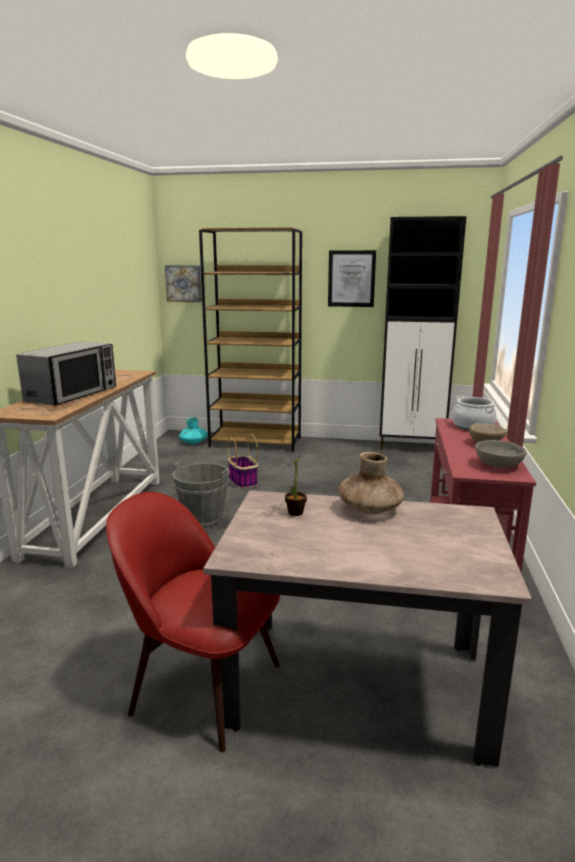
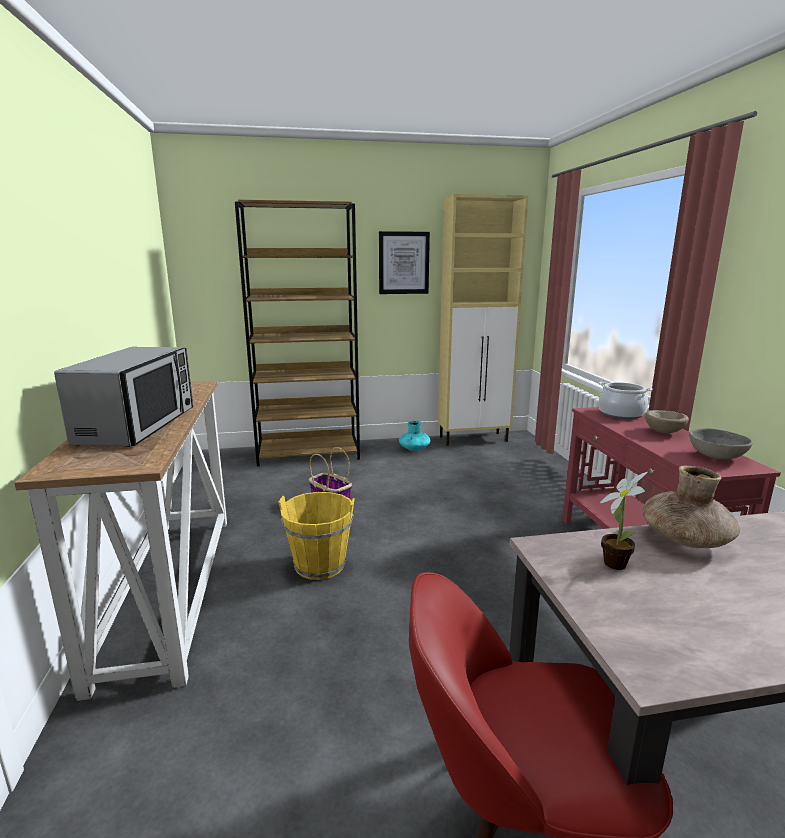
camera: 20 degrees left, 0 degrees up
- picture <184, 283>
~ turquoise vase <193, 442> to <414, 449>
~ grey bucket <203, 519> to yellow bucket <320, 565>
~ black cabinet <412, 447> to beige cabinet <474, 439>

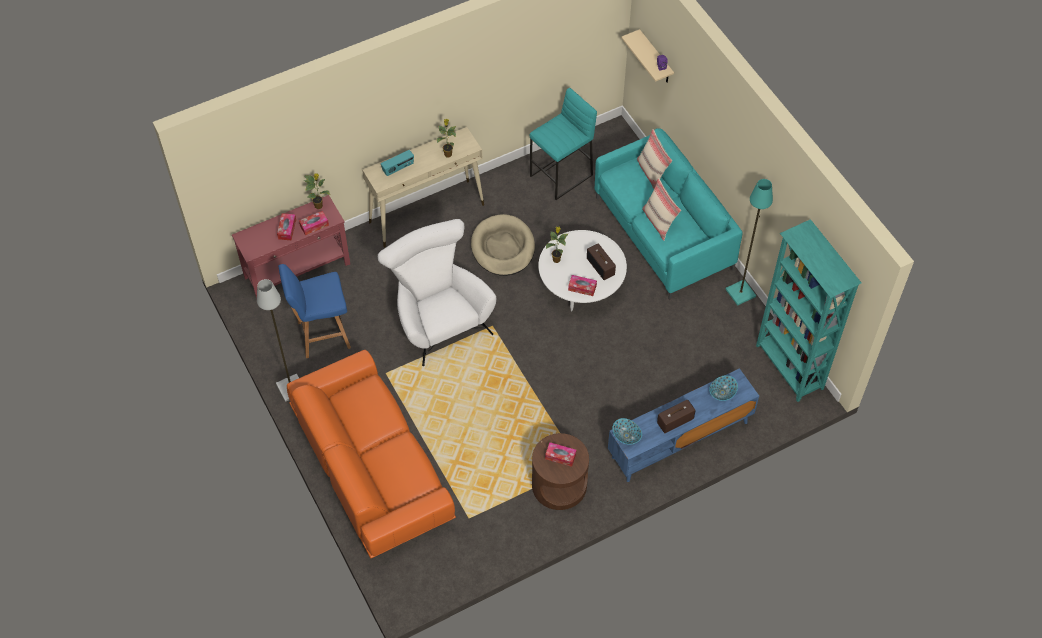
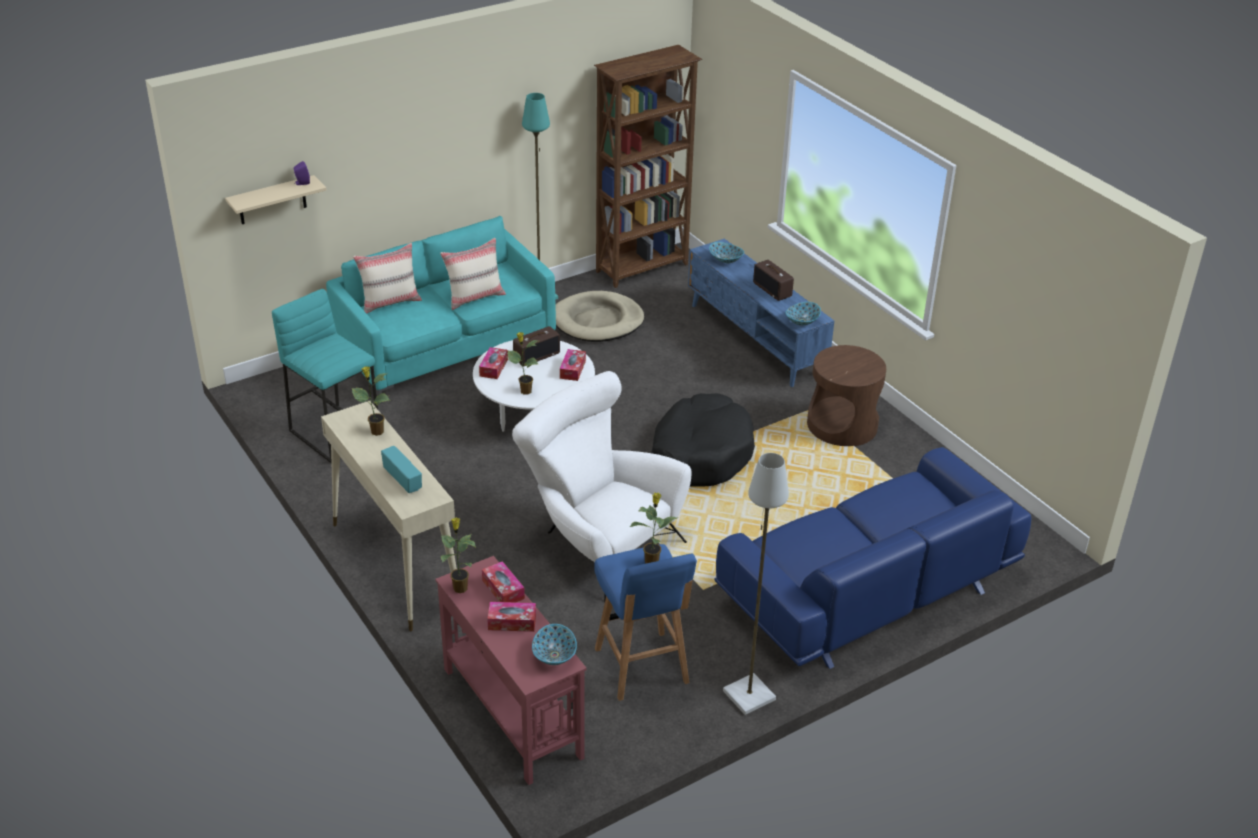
camera: 95 degrees left, 20 degrees down
+ bowl <554, 655>
+ potted plant <652, 561>
+ black dog bed <700, 454>
~ beige dog bed <503, 247> to <598, 321>
~ tissue box <560, 456> to <493, 368>
~ orange sofa <372, 468> to blue sofa <866, 592>
~ turquoise bookcase <789, 368> to brown bookcase <643, 268>
~ white armchair <438, 319> = <598, 541> 75 degrees clockwise

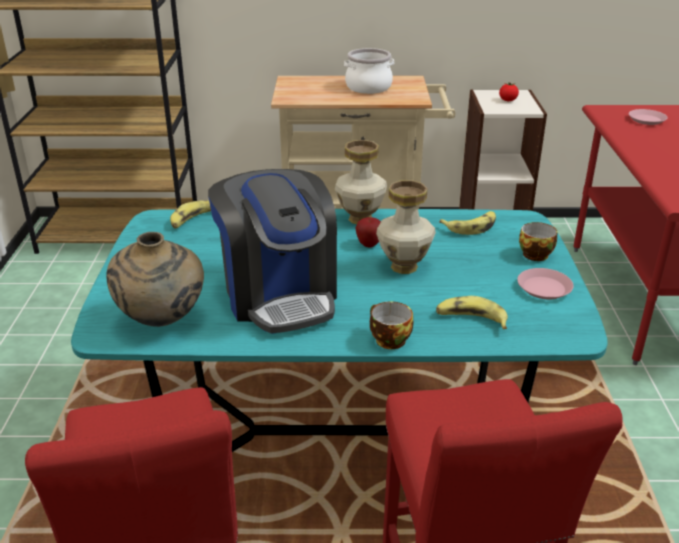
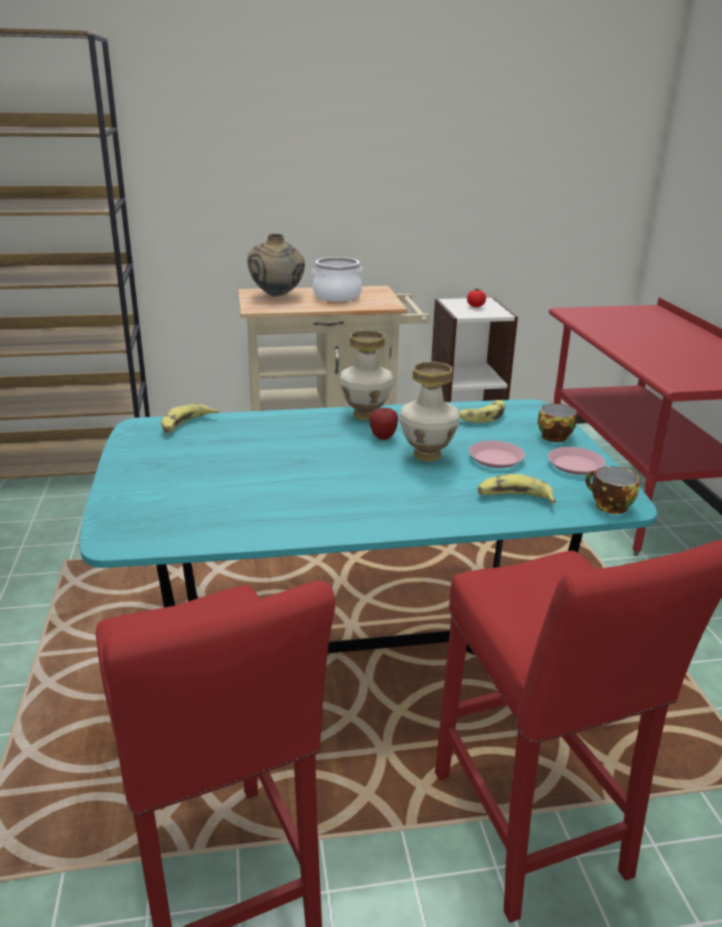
camera: 10 degrees left, 5 degrees down
- coffee machine <279, 295>
~ beige vase <162, 321> to <277, 296>
~ cup <388, 340> to <608, 506>
~ pink plate <647, 120> to <496, 459>

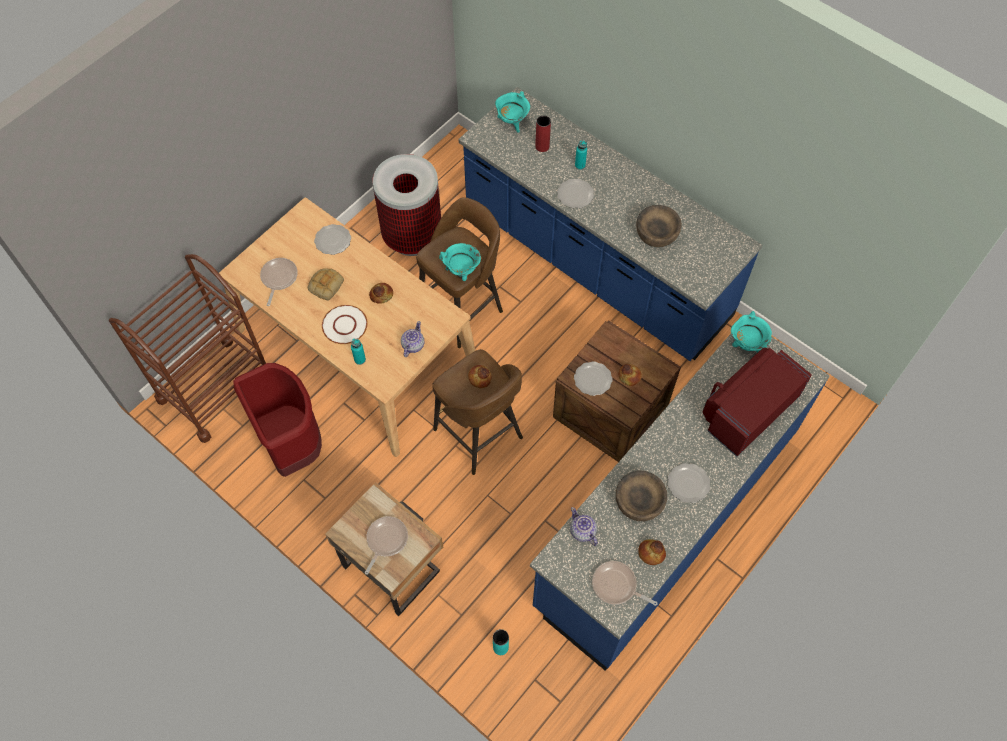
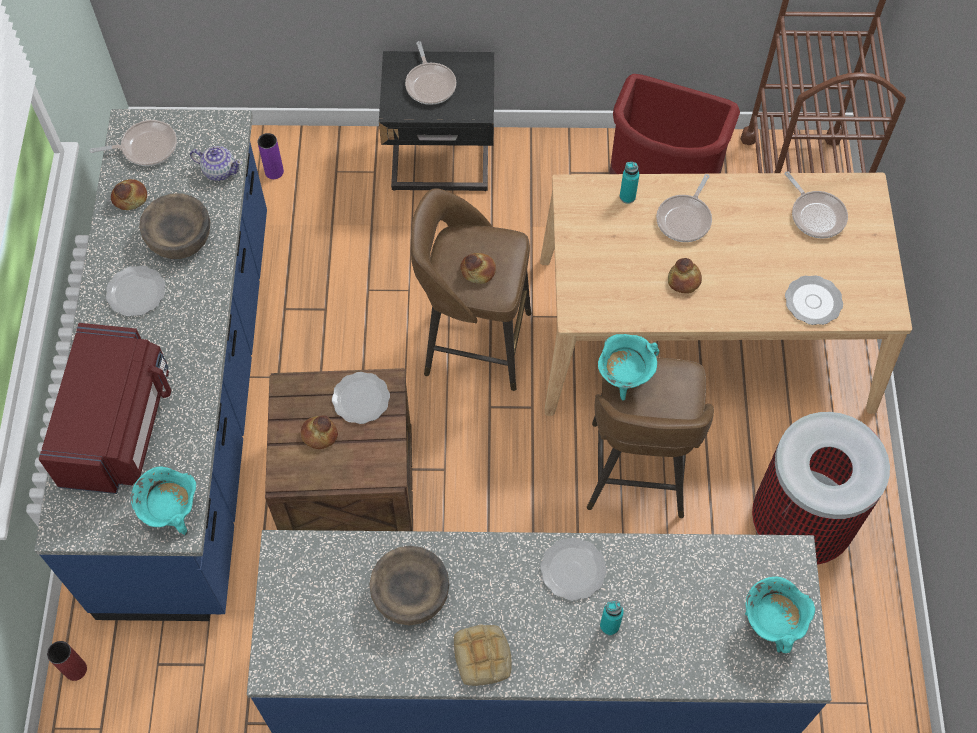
camera: 140 degrees right, 0 degrees up
- teapot <412, 345>
~ bread <325, 285> to <483, 657>
~ red vase <542, 146> to <75, 669>
~ white plate <344, 325> to frying pan <685, 219>
~ beige nightstand <393, 566> to black nightstand <441, 164>
~ turquoise vase <500, 647> to purple vase <274, 172>

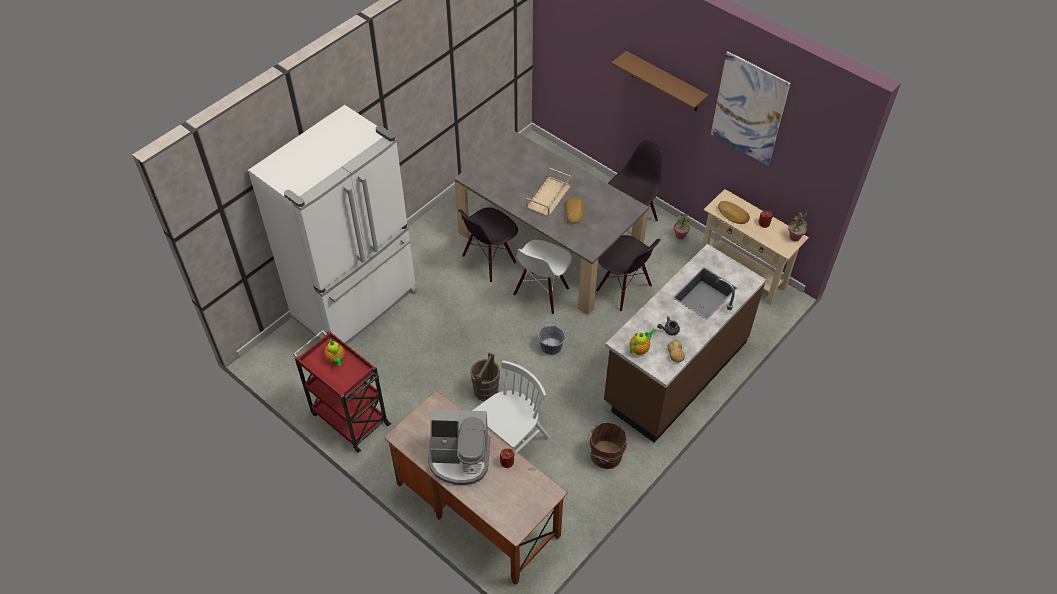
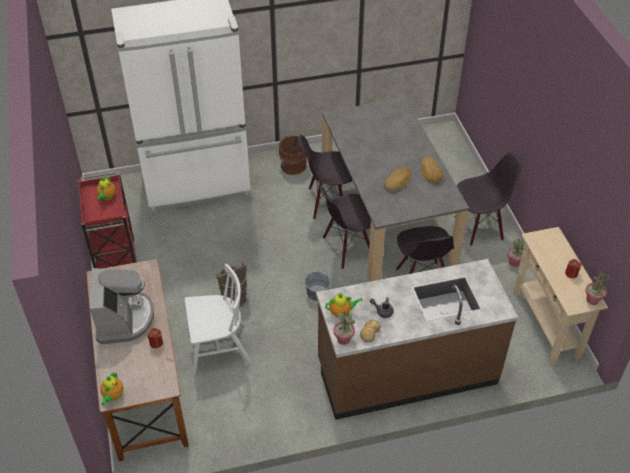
camera: 35 degrees right, 5 degrees down
- beige tray <549, 197>
- brown shelf <665, 82>
- picture <749, 109>
+ teapot <113, 396>
+ potted plant <343, 339>
~ brown bucket <605, 456> to <292, 166>
~ bread <732, 215> to <430, 172>
~ white chair <541, 293> to black chair <347, 248>
~ coffee machine <460, 458> = <124, 319> 135 degrees counterclockwise

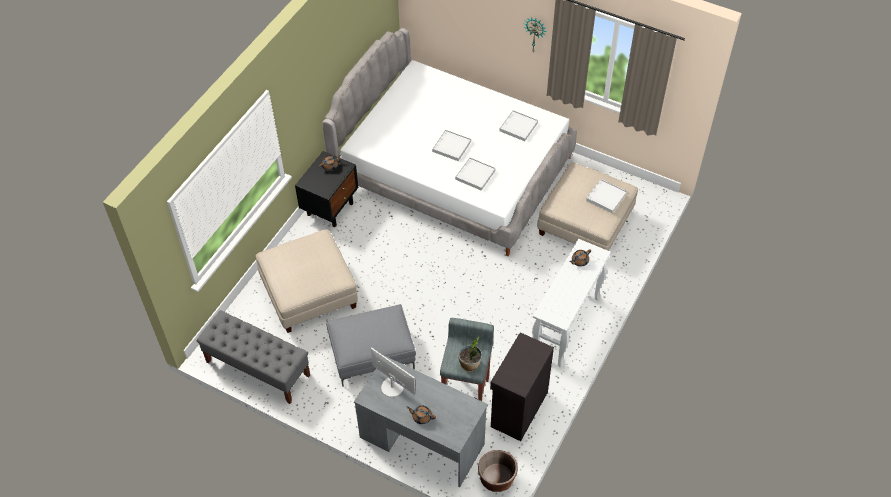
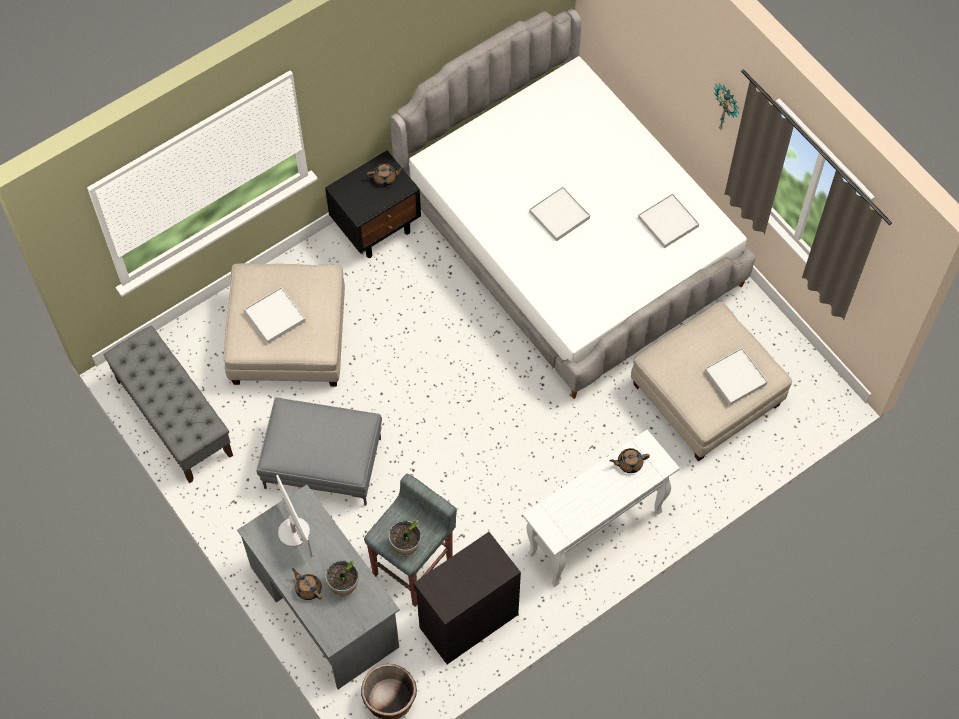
camera: 25 degrees right, 10 degrees up
+ potted plant <344, 585>
~ white tray <475, 175> to <275, 317>

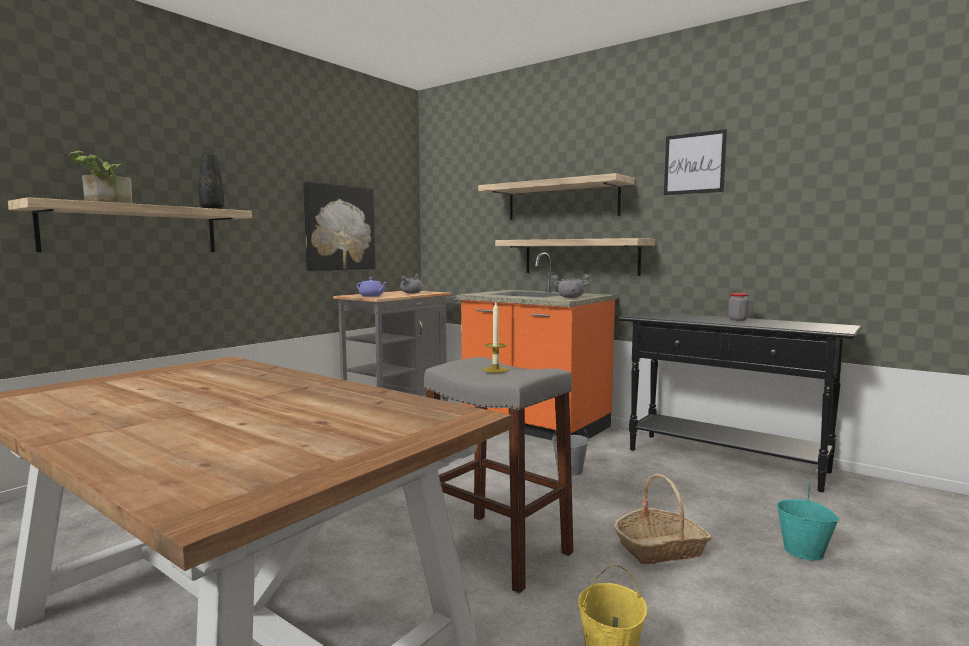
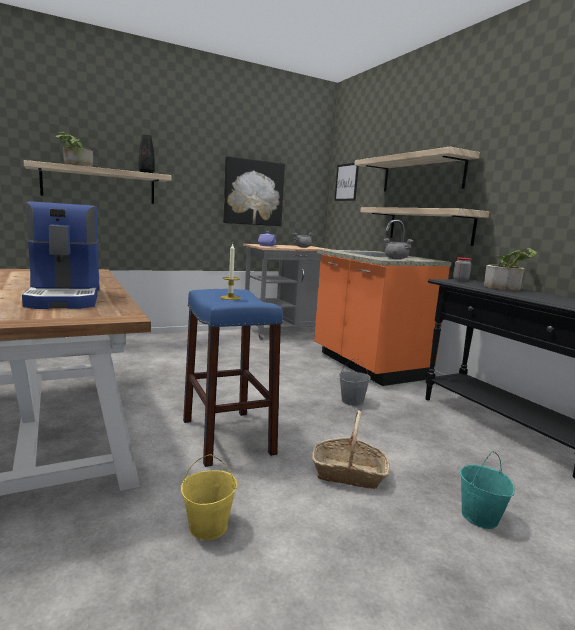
camera: 25 degrees right, 5 degrees up
+ coffee machine <66, 298>
+ potted plant <506, 287>
~ picture <694, 163> to <346, 182>
~ jar <737, 319> to <460, 280>
~ grey stool <496, 550> to blue stool <227, 436>

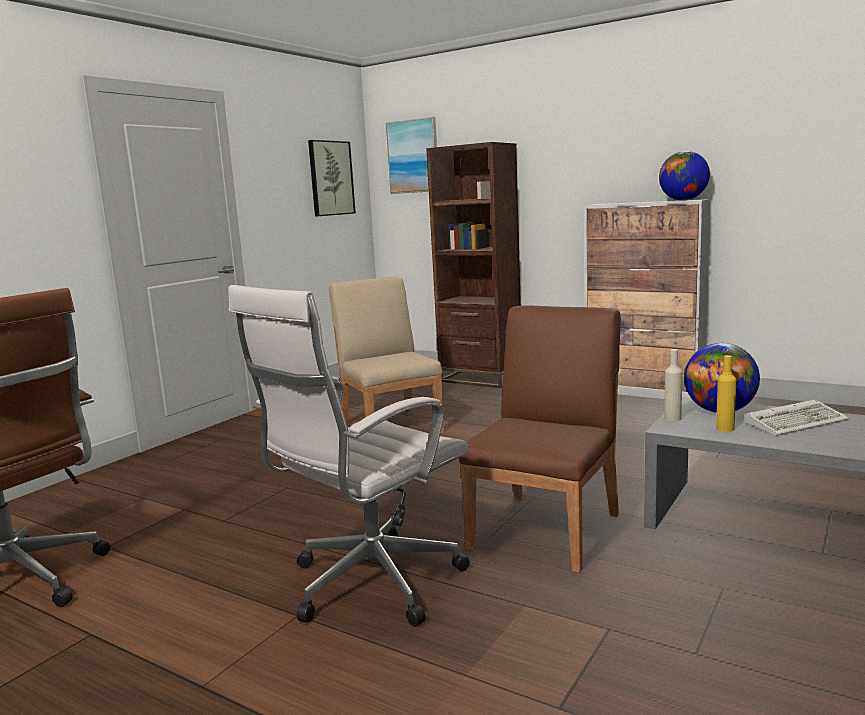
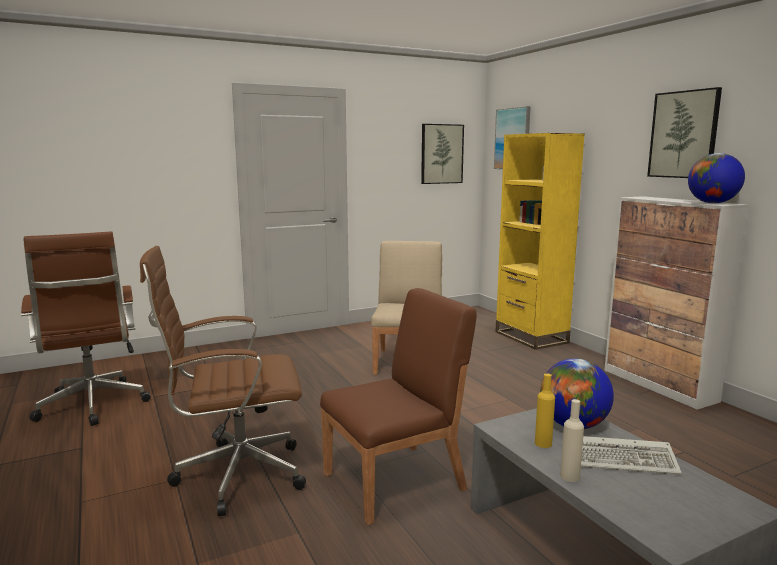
camera: 30 degrees right, 0 degrees up
+ picture <684, 134>
~ beige bottle <672, 418> to <570, 476>
~ white office chair <368, 585> to brown office chair <234, 476>
~ brown bookcase <480, 379> to yellow bookcase <531, 337>

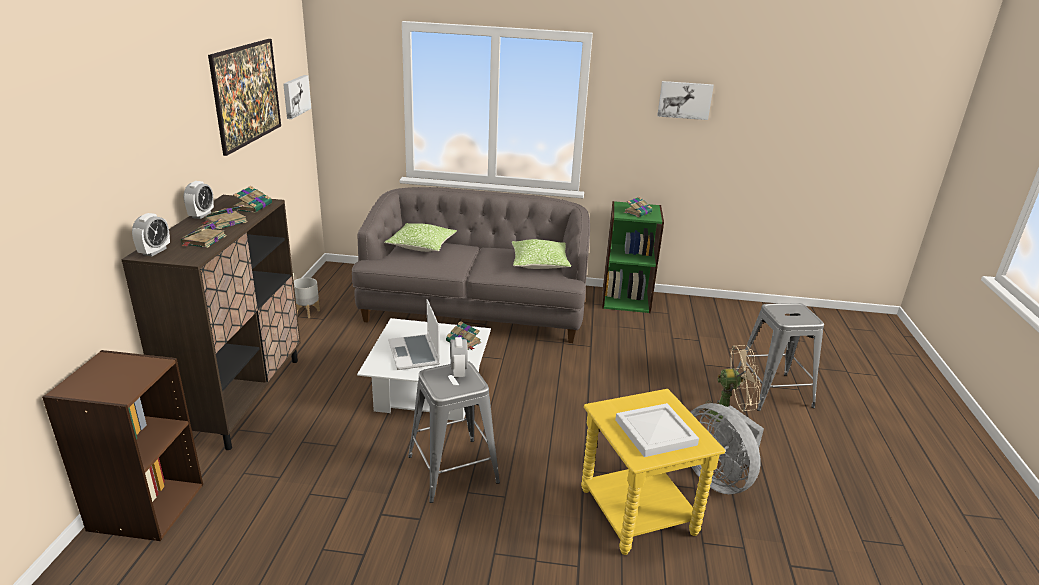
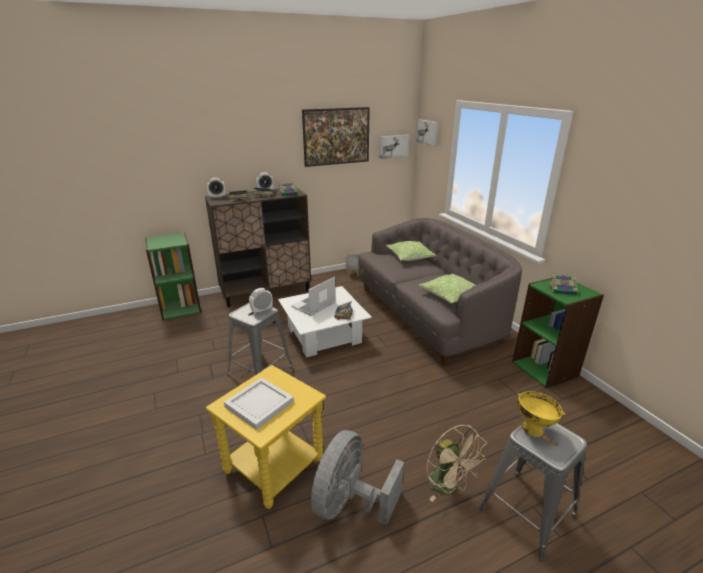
camera: 60 degrees right, 0 degrees up
+ yellow bowl <533, 429>
~ picture <684, 100> to <428, 132>
~ brown bookcase <146, 506> to green bookcase <180, 308>

